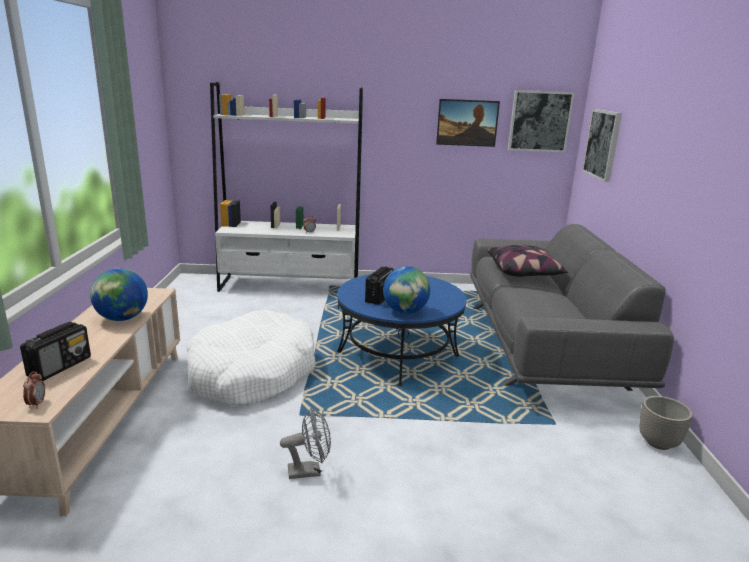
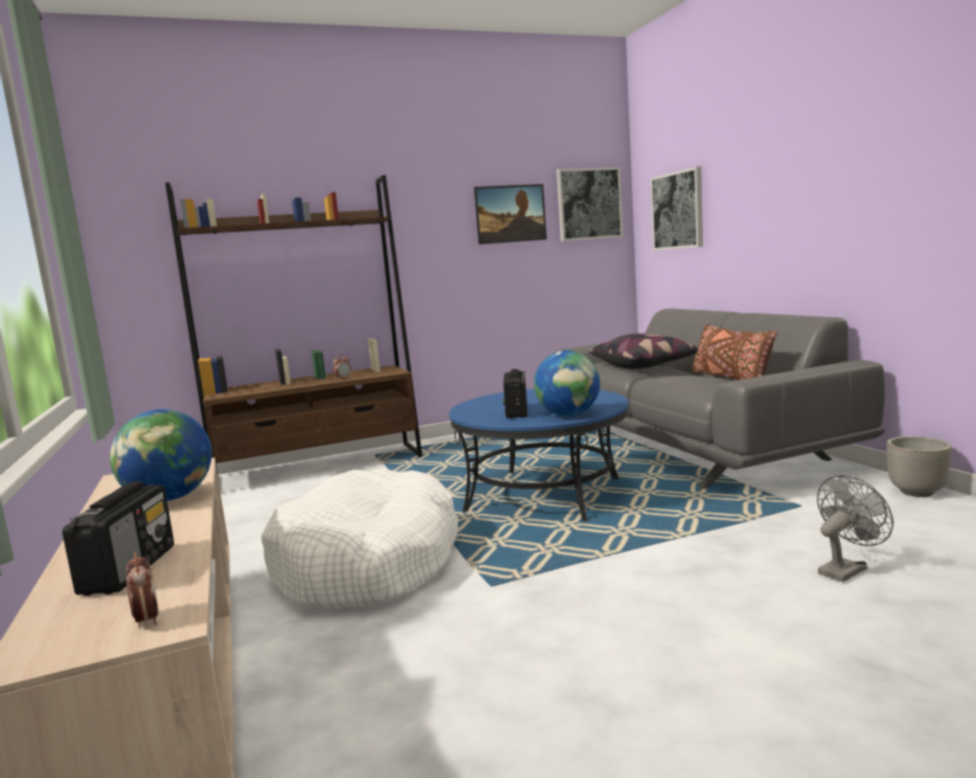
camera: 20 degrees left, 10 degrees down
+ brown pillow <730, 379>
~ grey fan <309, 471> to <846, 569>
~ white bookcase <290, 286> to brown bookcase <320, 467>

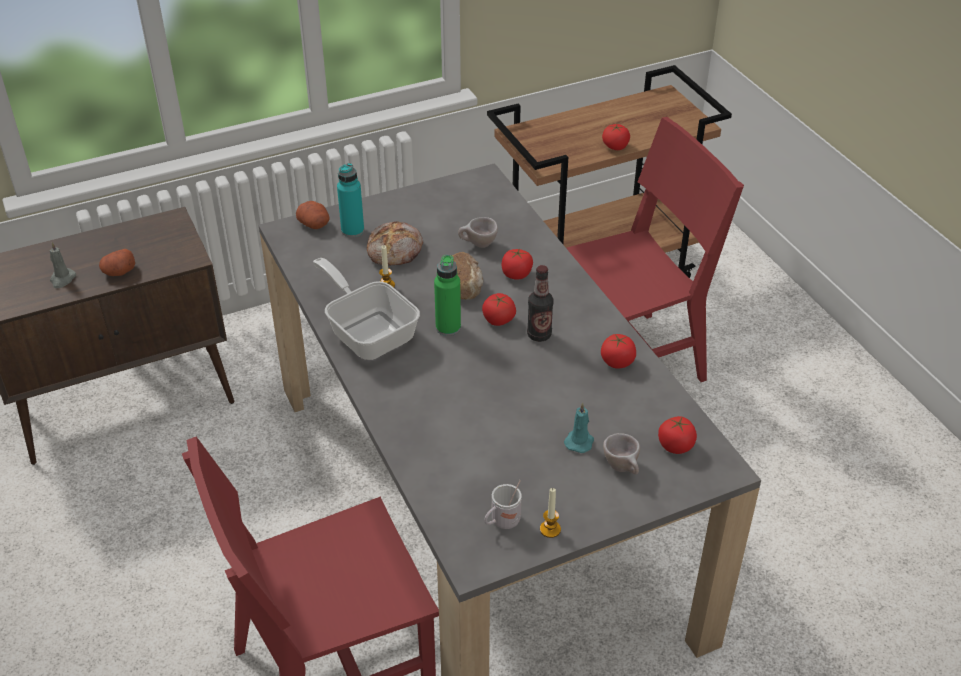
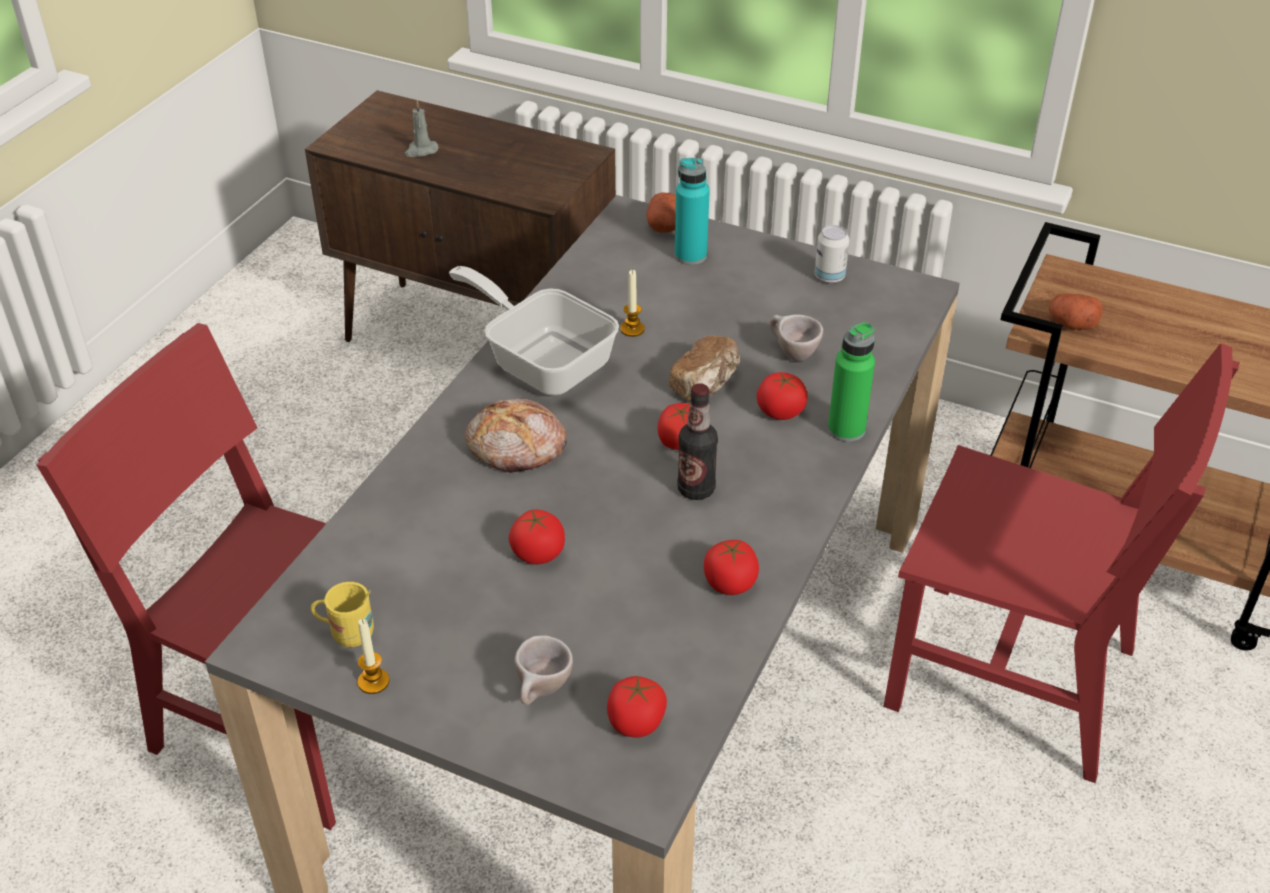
camera: 50 degrees right, 0 degrees up
- turquoise candle <579, 441>
+ can <829, 277>
~ potato <119, 272> to <1071, 324>
~ bread <396, 251> to <517, 447>
~ green bottle <448, 327> to <846, 429>
~ tomato <615, 146> to <538, 553>
~ white mug <502, 522> to yellow mug <347, 634>
~ frying pan <368, 331> = <542, 360> 60 degrees counterclockwise

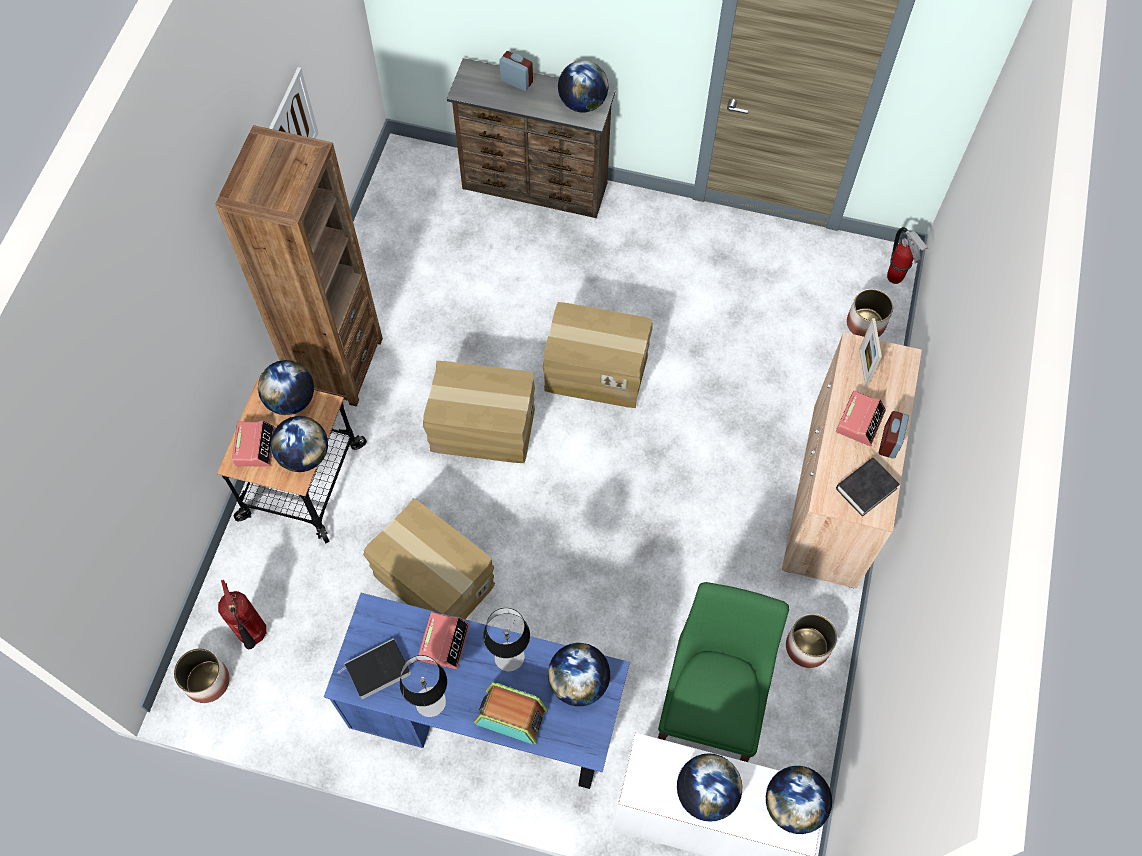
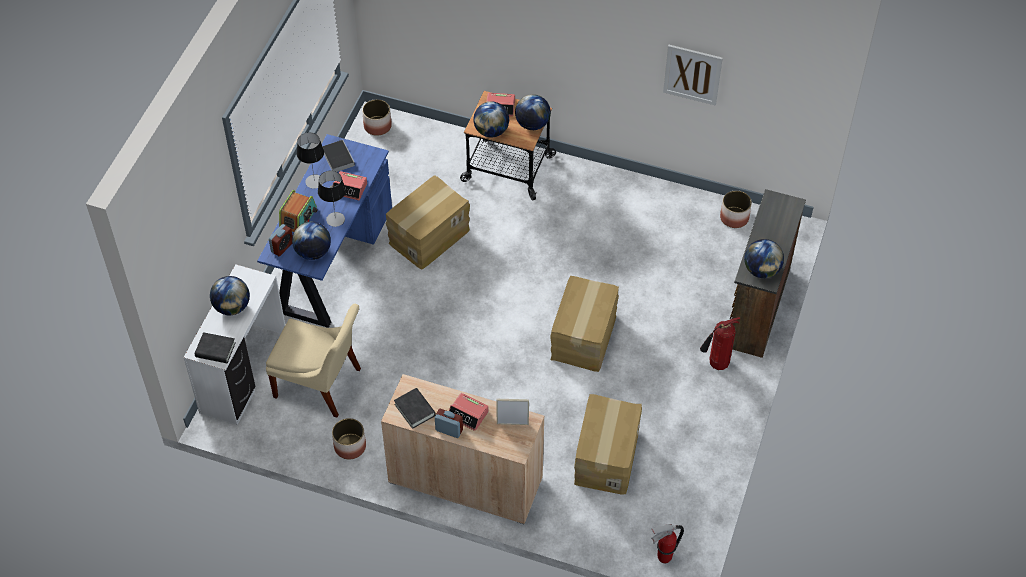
camera: 95 degrees right, 10 degrees down
- brown bookcase <337, 364>
~ fire extinguisher <255, 636> to <716, 365>
~ cardboard box <482, 428> to <605, 457>
~ alarm clock <516, 81> to <282, 247>
~ planter <865, 324> to <734, 217>
~ globe <793, 805> to black book <215, 350>
~ green chair <712, 701> to beige chair <321, 385>

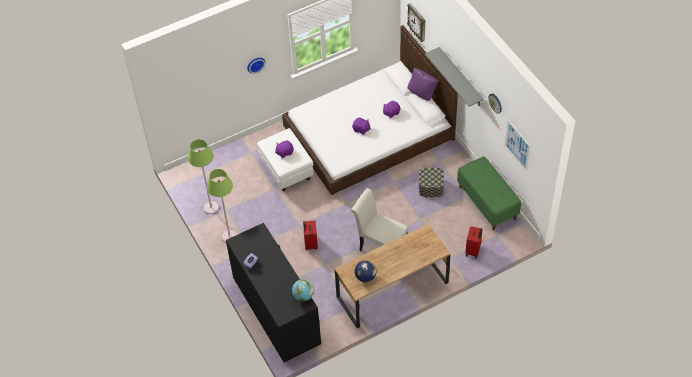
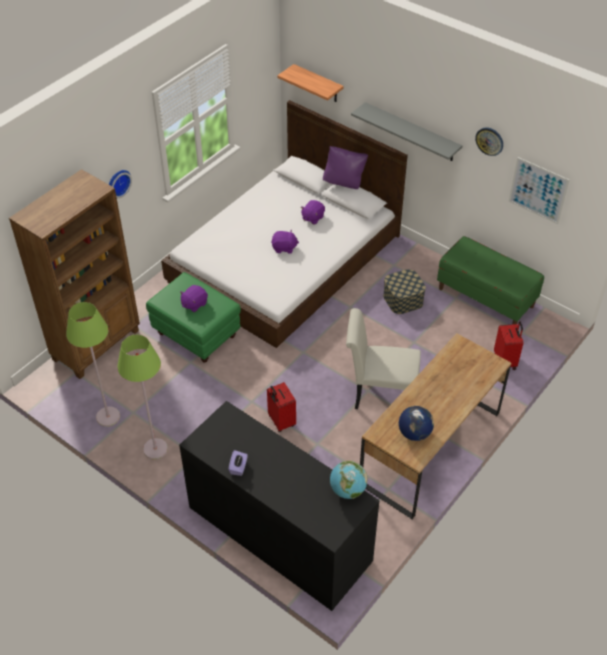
camera: 25 degrees left, 5 degrees down
+ brown bookcase <97, 345>
~ wall clock <417, 23> to shelf <318, 84>
~ white ottoman <287, 170> to green ottoman <197, 334>

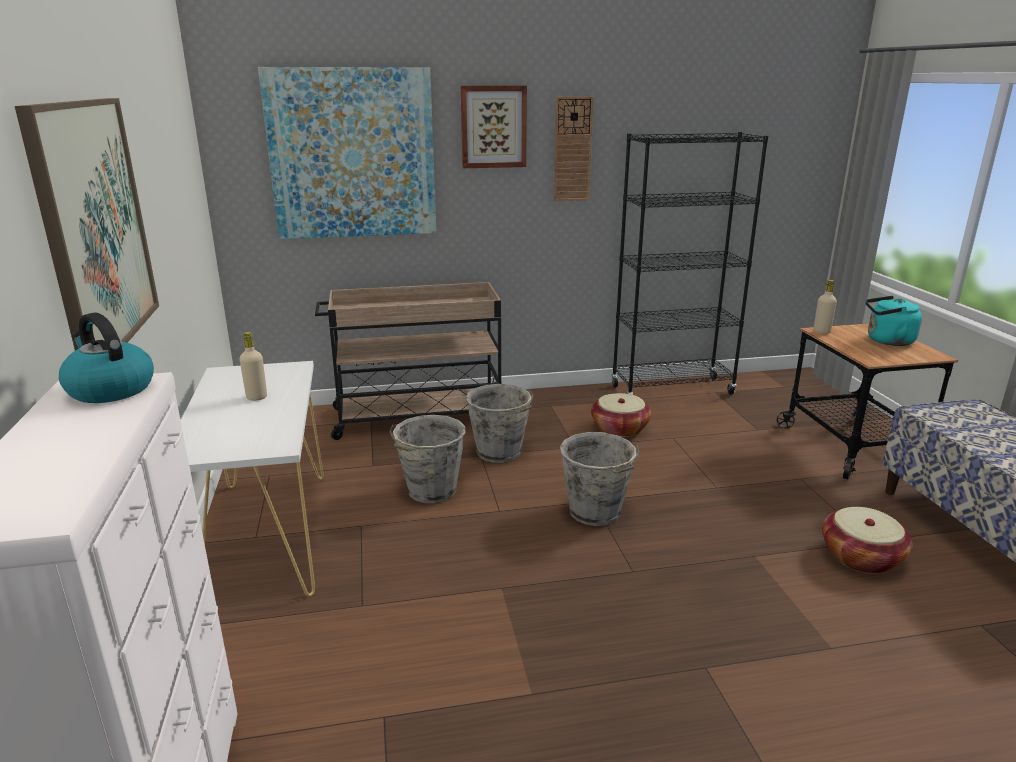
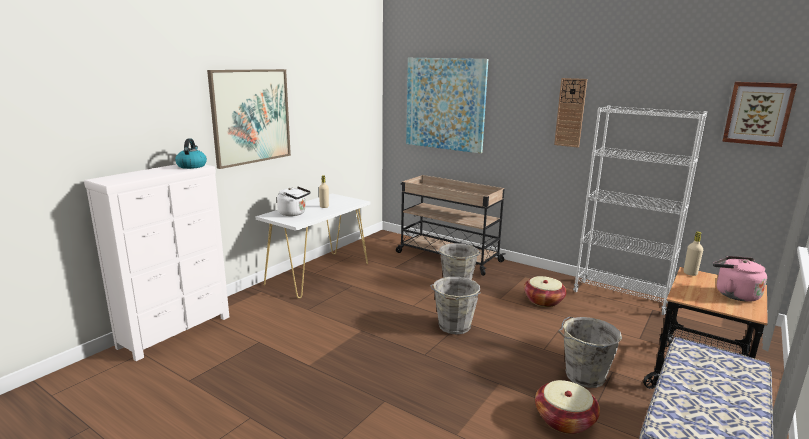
camera: 45 degrees right, 5 degrees down
+ white kettle <294, 213>
~ grey bucket <430, 491> to <583, 376>
~ picture <493, 127> to <758, 113>
~ black bookcase <672, 390> to white bookcase <621, 297>
~ turquoise kettle <887, 341> to pink kettle <733, 294>

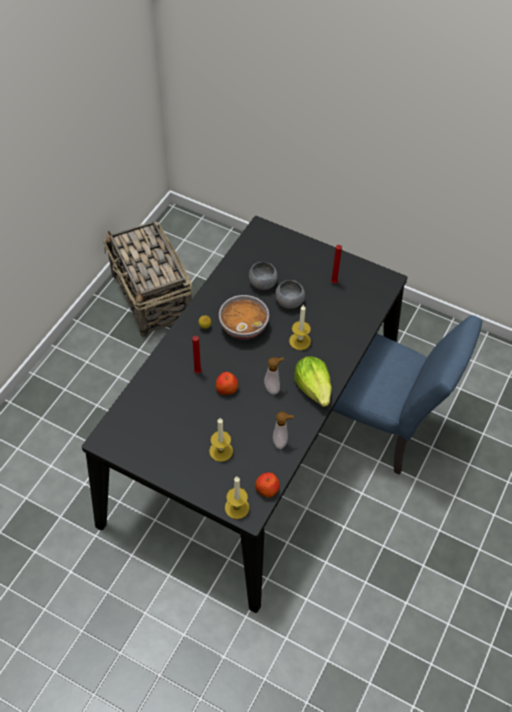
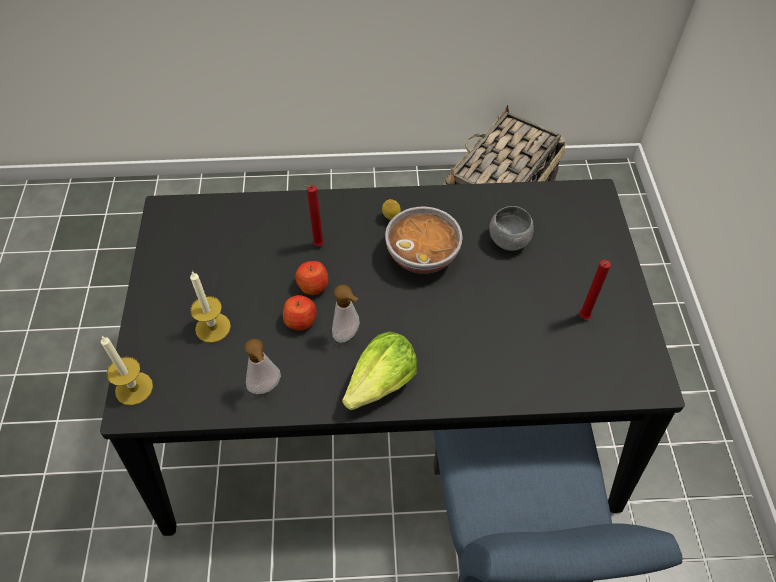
camera: 60 degrees right, 0 degrees up
- grey bowl <289, 302>
- candle <300, 341>
~ apple <267, 489> to <301, 320>

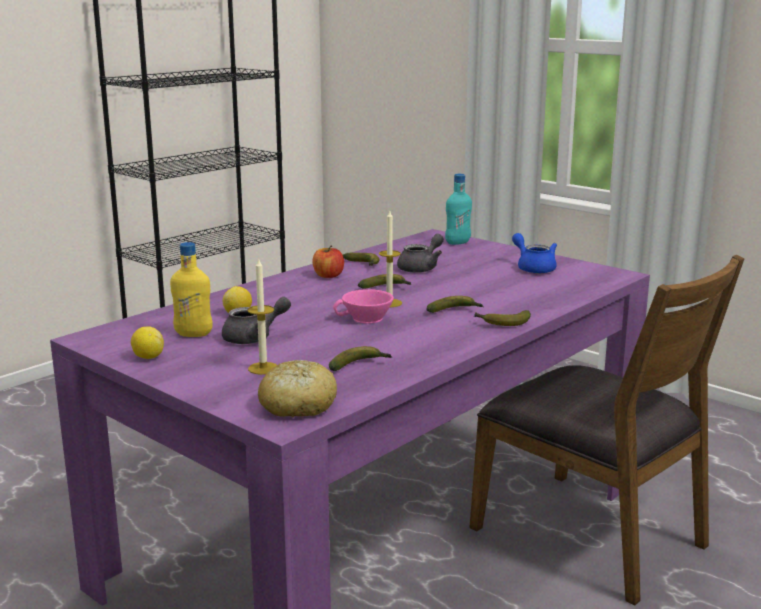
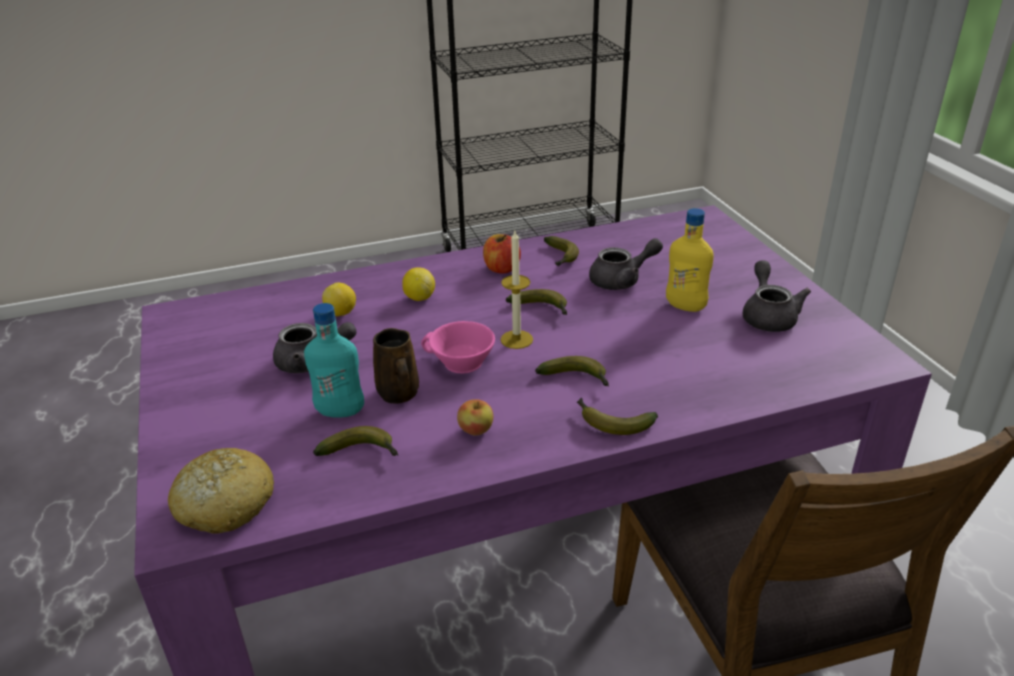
camera: 30 degrees right, 15 degrees up
- candle <263, 368>
+ brown mug <399, 394>
+ apple <476, 430>
~ lemon <148, 357> to <419, 297>
~ yellow bottle <193, 334> to <685, 306>
~ turquoise bottle <457, 242> to <340, 411>
~ blue teapot <533, 268> to grey teapot <768, 316>

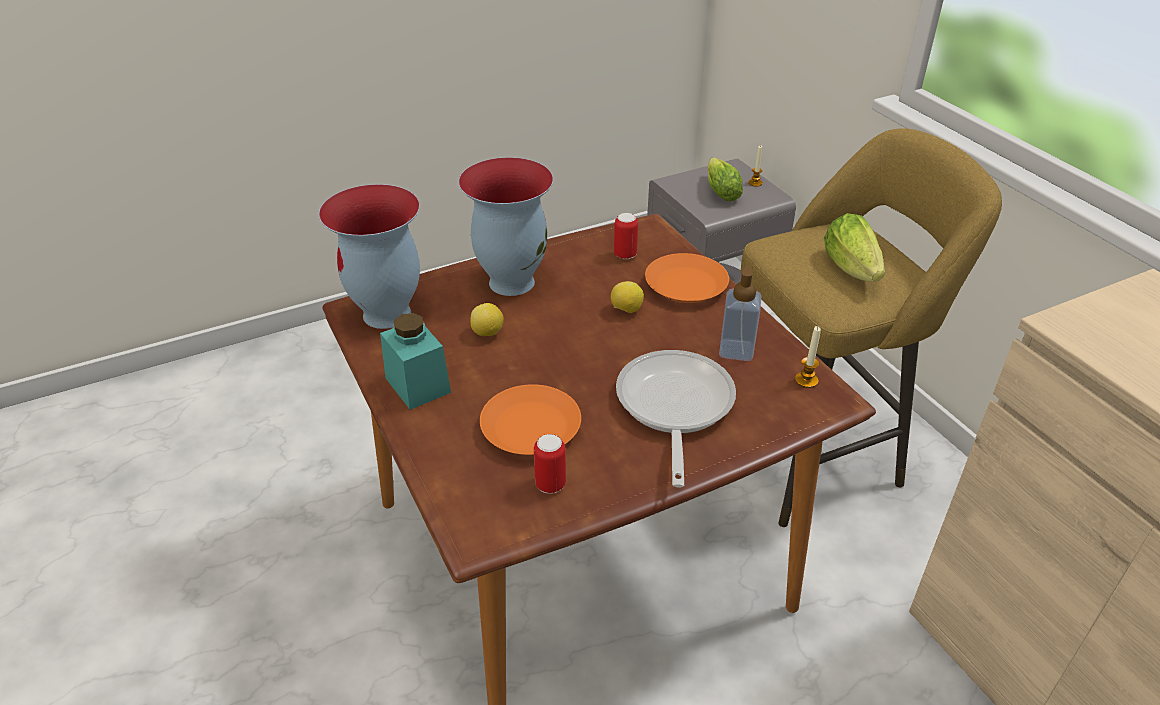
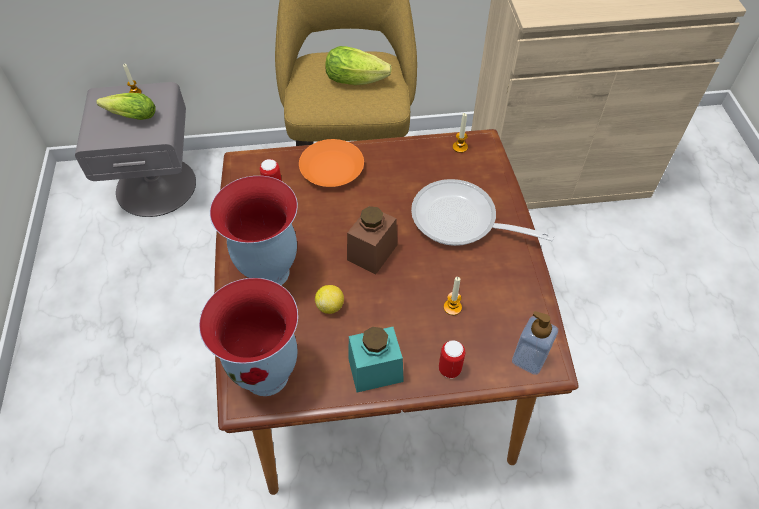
camera: 70 degrees left, 15 degrees up
- lemon <626, 310>
+ brown jar <372, 252>
~ can <550, 484> to <449, 369>
~ soap dispenser <736, 350> to <529, 359>
~ orange plate <529, 428> to candle <452, 307>

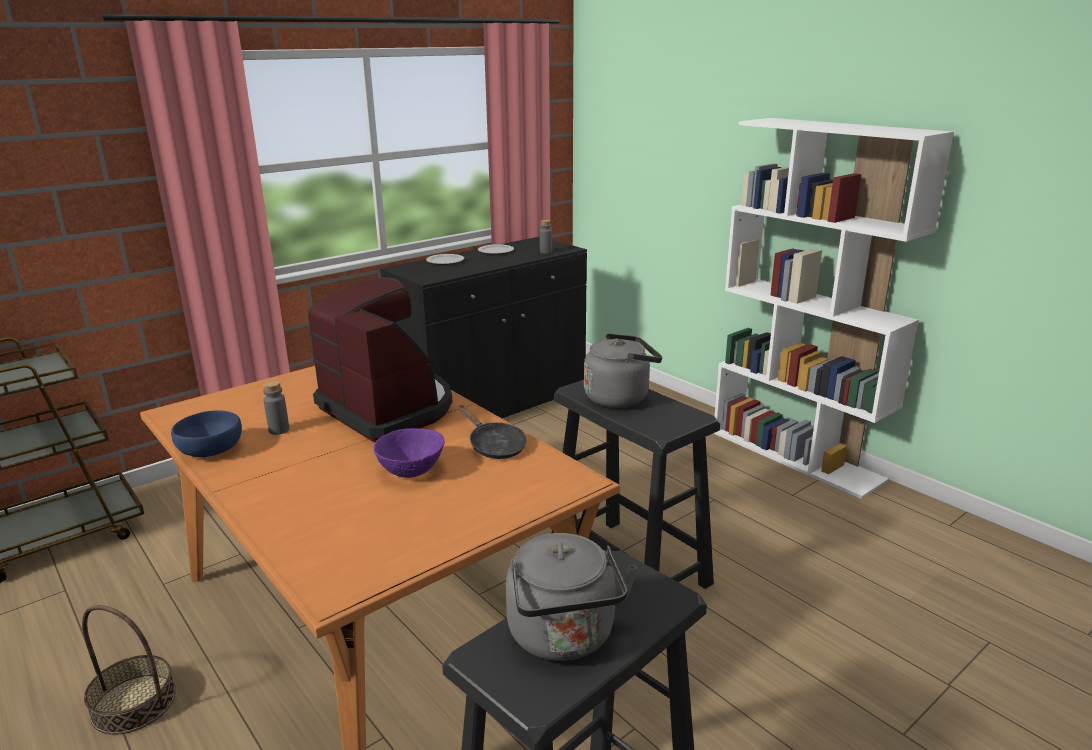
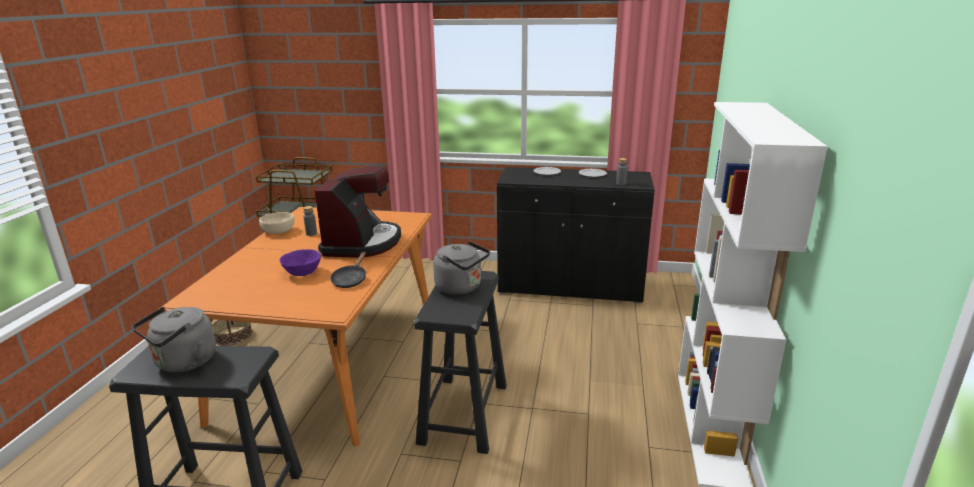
camera: 50 degrees right, 0 degrees up
~ blue bowl <212, 450> to beige bowl <279, 231>

